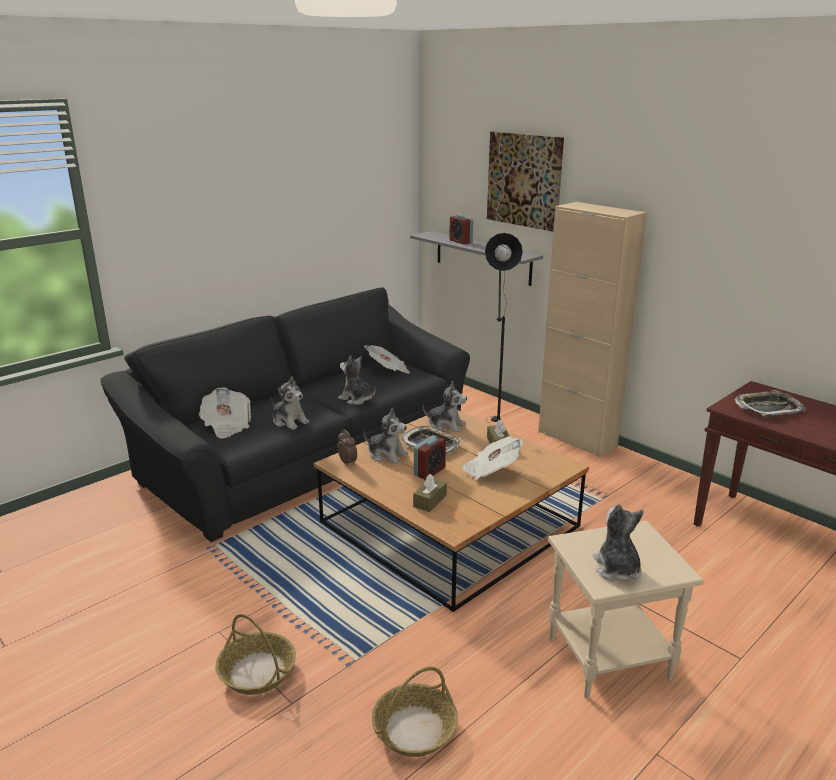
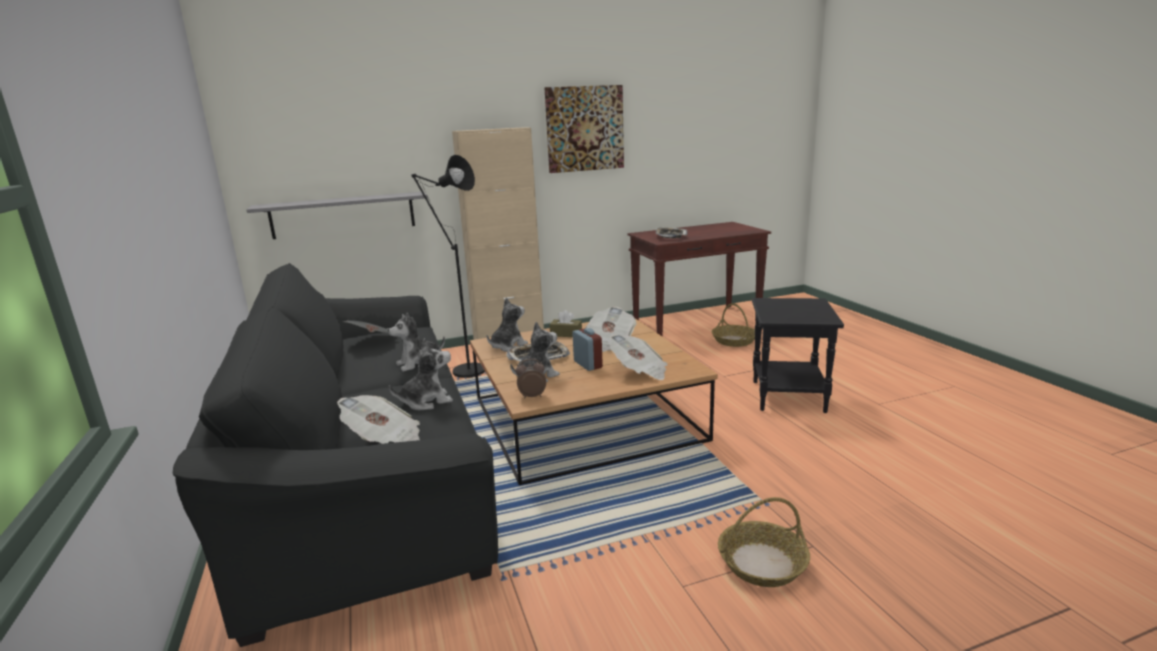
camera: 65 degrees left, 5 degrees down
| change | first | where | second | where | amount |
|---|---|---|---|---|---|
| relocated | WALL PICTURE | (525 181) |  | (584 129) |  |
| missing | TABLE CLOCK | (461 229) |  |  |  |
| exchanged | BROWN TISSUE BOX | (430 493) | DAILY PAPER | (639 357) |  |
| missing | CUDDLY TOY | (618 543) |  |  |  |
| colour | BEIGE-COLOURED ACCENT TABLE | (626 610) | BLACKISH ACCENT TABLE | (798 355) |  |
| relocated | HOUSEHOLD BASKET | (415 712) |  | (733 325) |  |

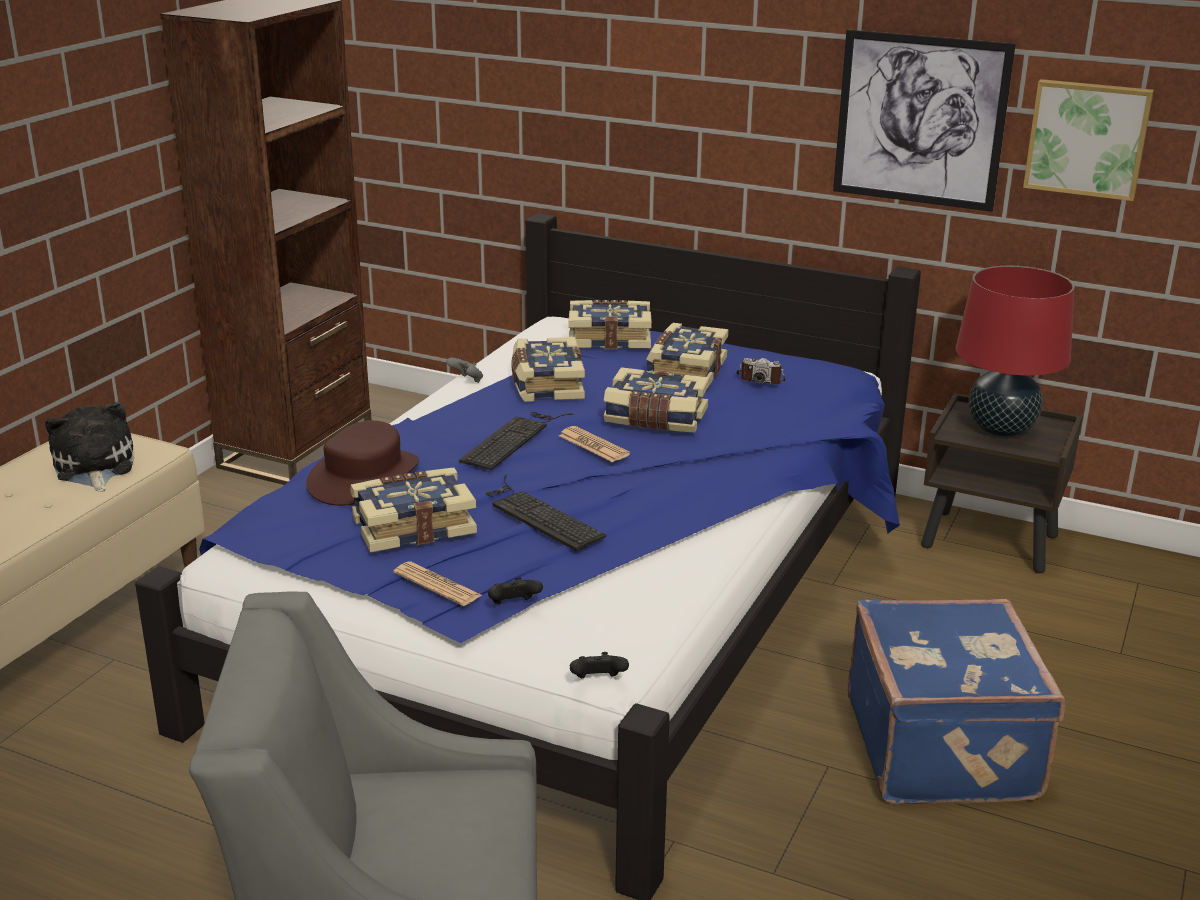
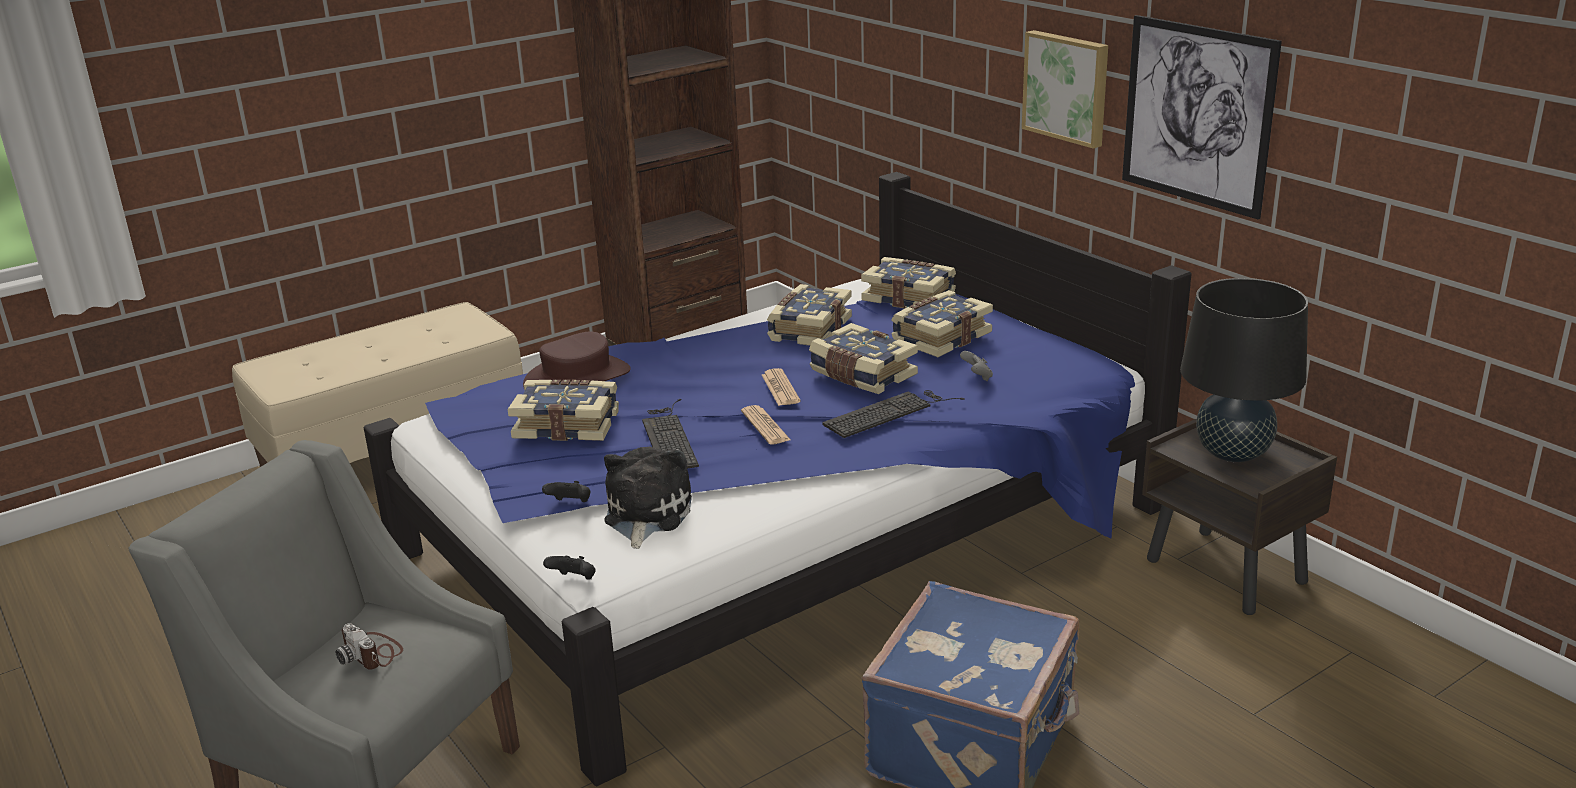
camera: 30 degrees right, 0 degrees up
| change | first | where | second | where | amount |
|---|---|---|---|---|---|
| relocated | WALL PICTURE | (1088 140) |  | (1065 89) |  |
| colour | RED-COLOURED TABLE LAMP | (1015 351) | BLACKISH TABLE LAMP | (1244 370) |  |
| relocated | GRAY GAMEPAD | (464 370) |  | (976 366) |  |
| relocated | PHOTO CAMERA | (760 371) |  | (369 646) |  |
| relocated | CUDDLY TOY | (89 446) |  | (648 498) |  |
| relocated | COMPUTER KEYBOARD | (516 441) |  | (893 414) |  |
| relocated | DAILY PAPER | (438 584) |  | (766 425) |  |

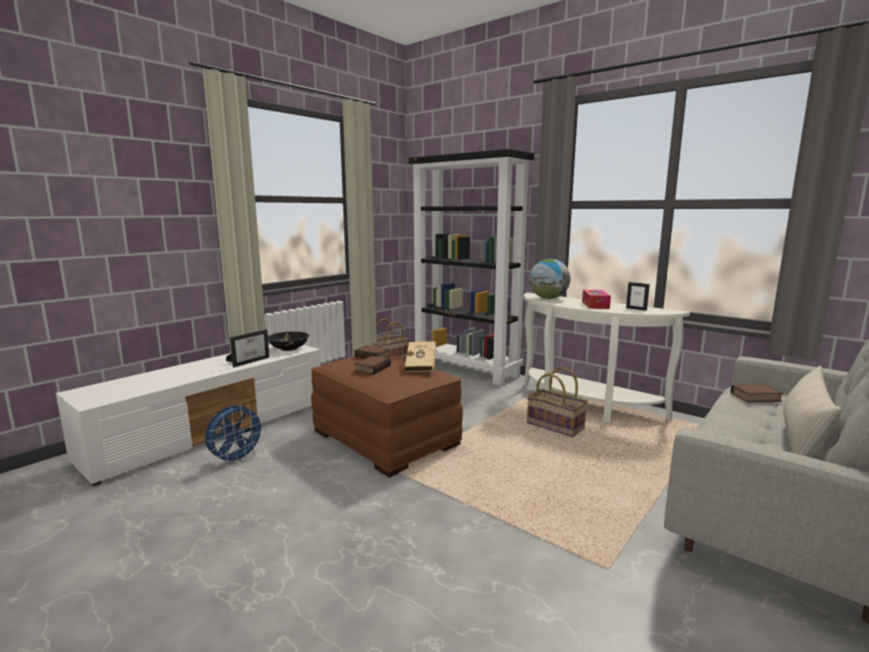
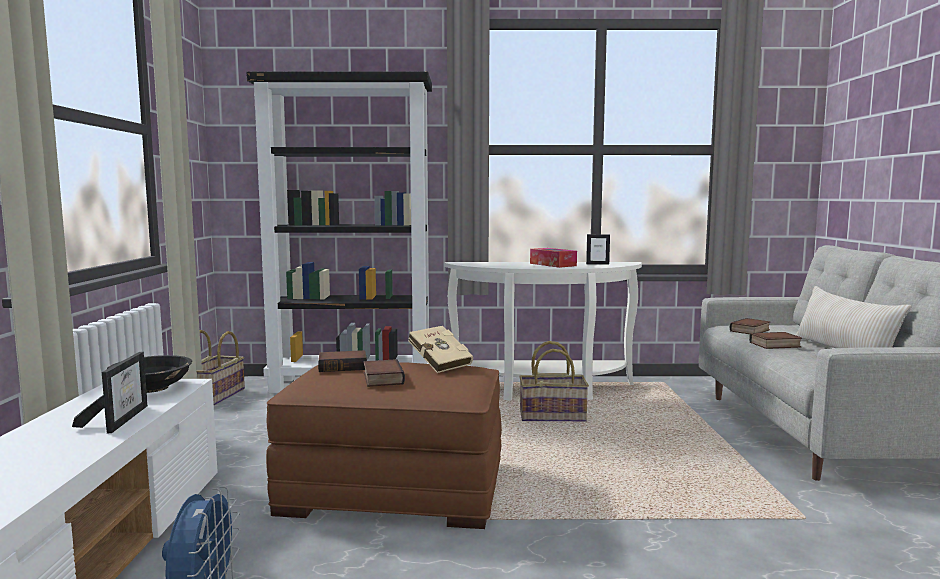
camera: 40 degrees left, 5 degrees down
| change | first | where | second | where | amount |
|---|---|---|---|---|---|
| missing | GLOBE | (550 279) |  |  |  |
| appeared |  |  | VOLUME | (775 340) |  |

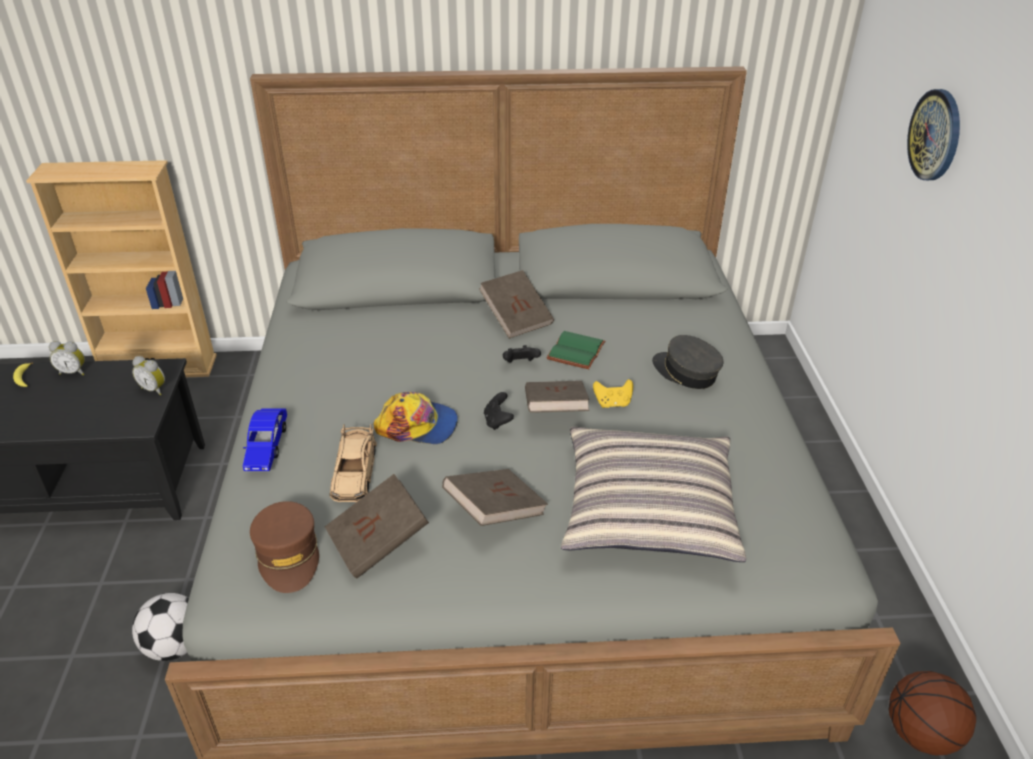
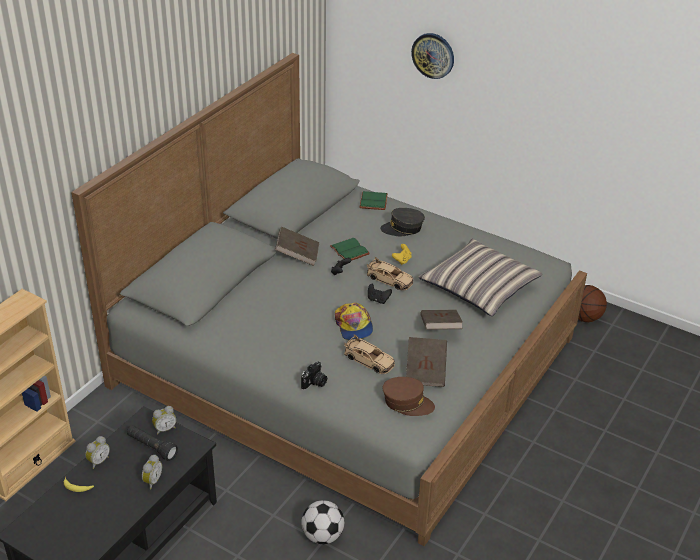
camera: 55 degrees left, 0 degrees up
| change | first | where | second | where | amount |
|---|---|---|---|---|---|
| exchanged | BROWN VOLUME | (557 397) | BEIGE-COLOURED MINIATURE CAR | (390 274) |  |
| spun | PEAKED CAP | (416 418) |  | (354 321) | 120 degrees clockwise |
| exchanged | BLUE MINIATURE CAR | (265 439) | PHOTO CAMERA | (314 375) |  |
| appeared |  |  | GREEN VOLUME | (373 200) |  |
| appeared |  |  | BLACKISH FLASHLIGHT | (152 443) |  |
| appeared |  |  | TABLE CLOCK | (152 472) |  |

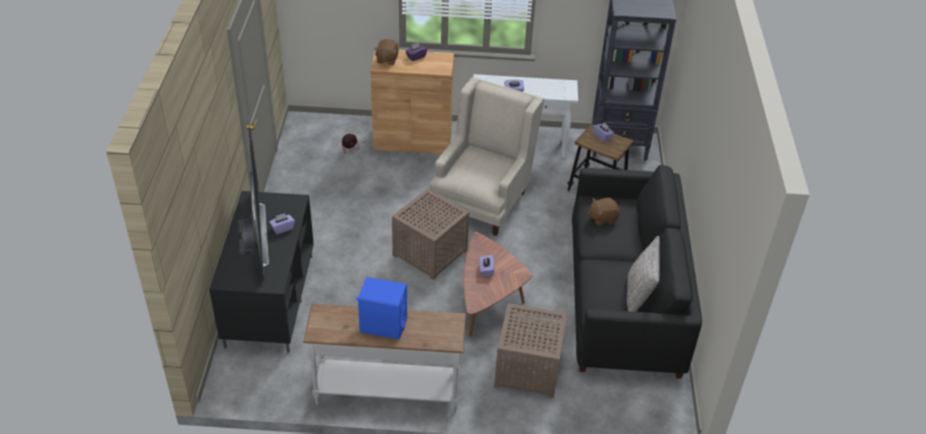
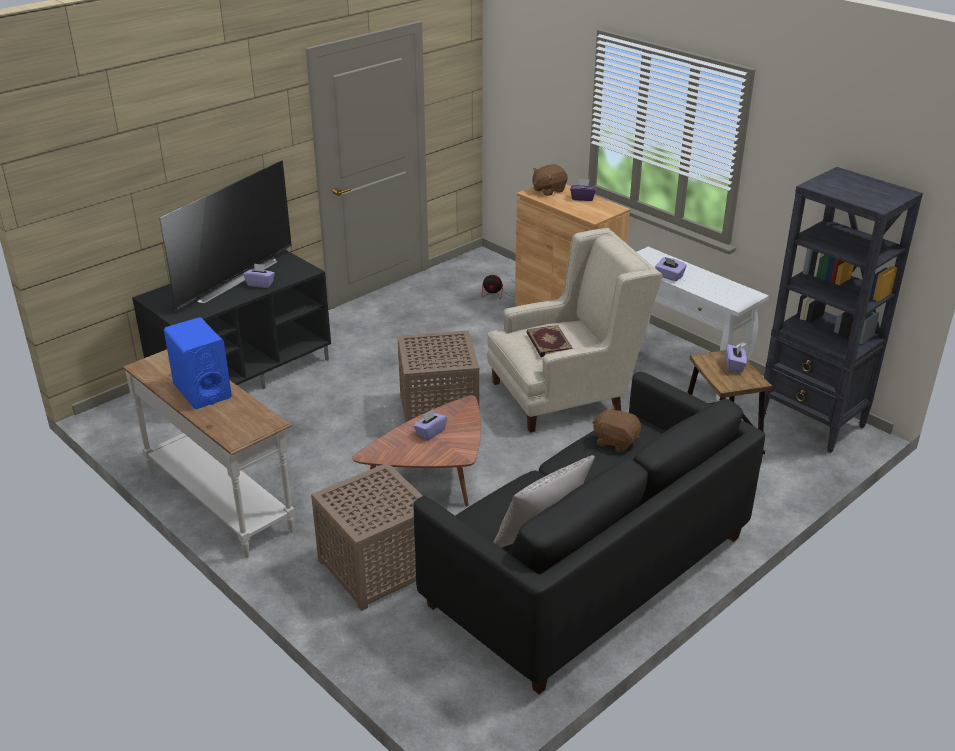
camera: 45 degrees right, 10 degrees down
| change | first | where | second | where | amount |
|---|---|---|---|---|---|
| appeared |  |  | VOLUME | (550 341) |  |

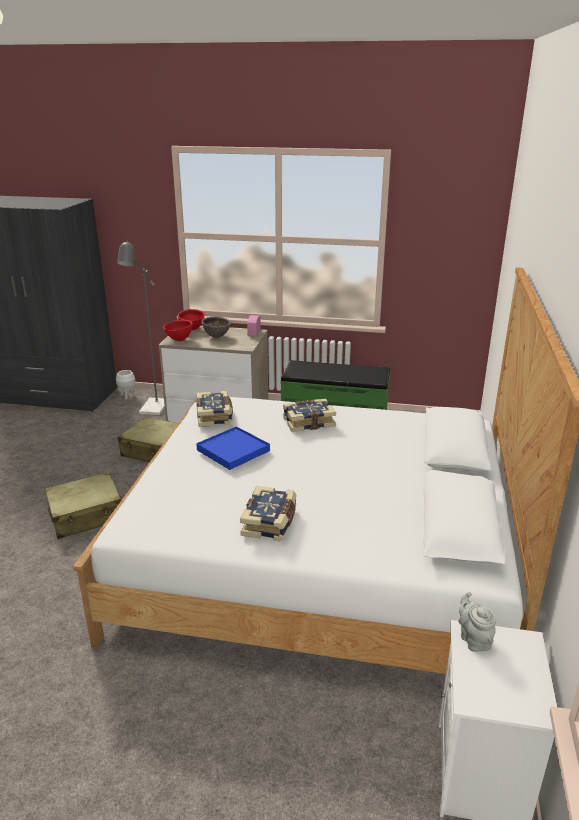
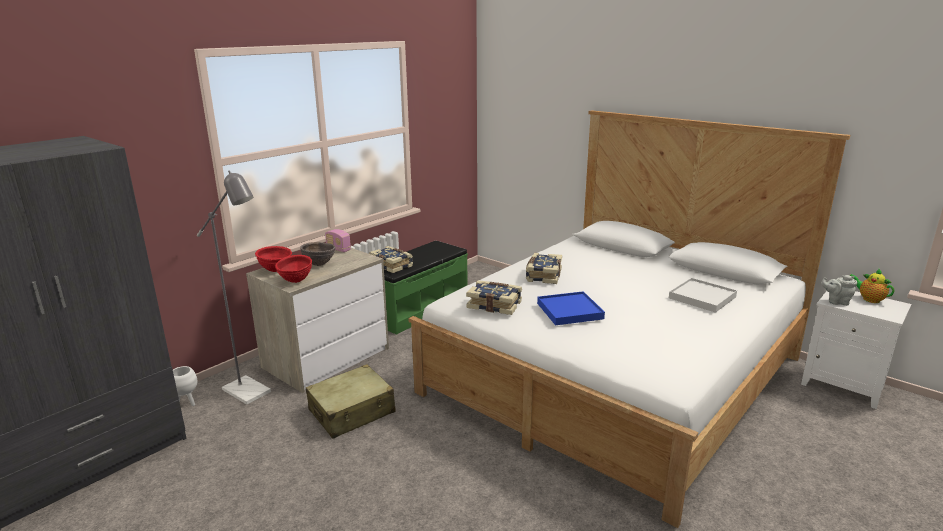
camera: 60 degrees left, 5 degrees down
| change | first | where | second | where | amount |
|---|---|---|---|---|---|
| missing | BEIGE-COLOURED TRAVEL CASE | (83 505) |  |  |  |
| relocated | VOLUME | (268 514) |  | (391 259) |  |
| appeared |  |  | POT FOR TEA | (872 286) |  |
| appeared |  |  | WHITE-COLOURED TRAY | (703 295) |  |

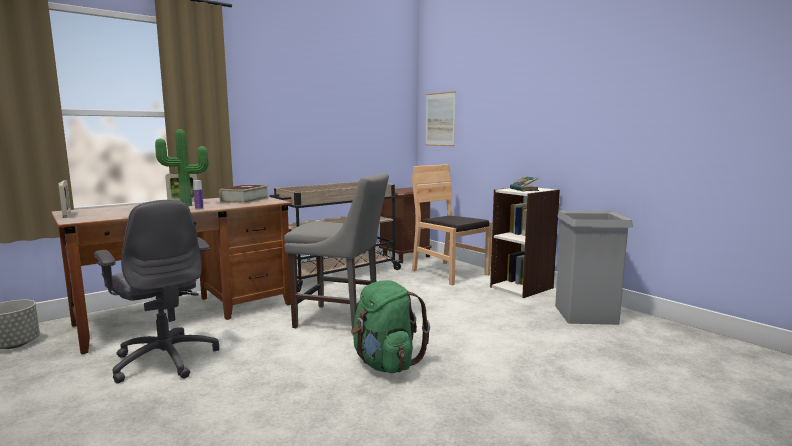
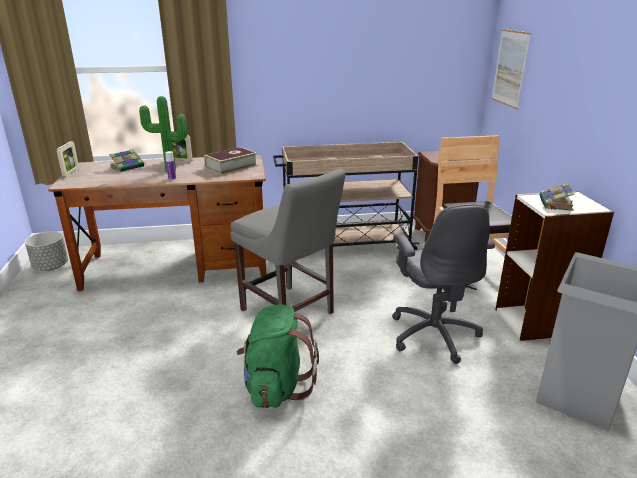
camera: 30 degrees right, 15 degrees up
| change | first | where | second | where | amount |
|---|---|---|---|---|---|
| relocated | GRAY OFFICE CHAIR | (156 292) |  | (443 284) |  |
| appeared |  |  | VOLUME | (127 160) |  |

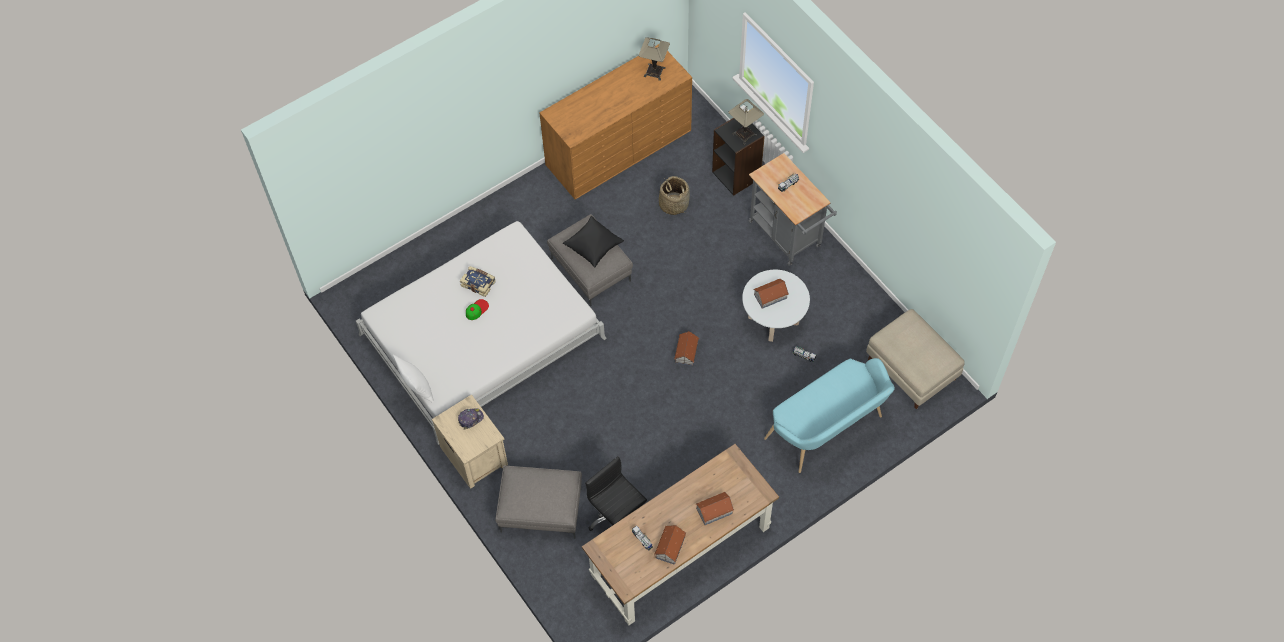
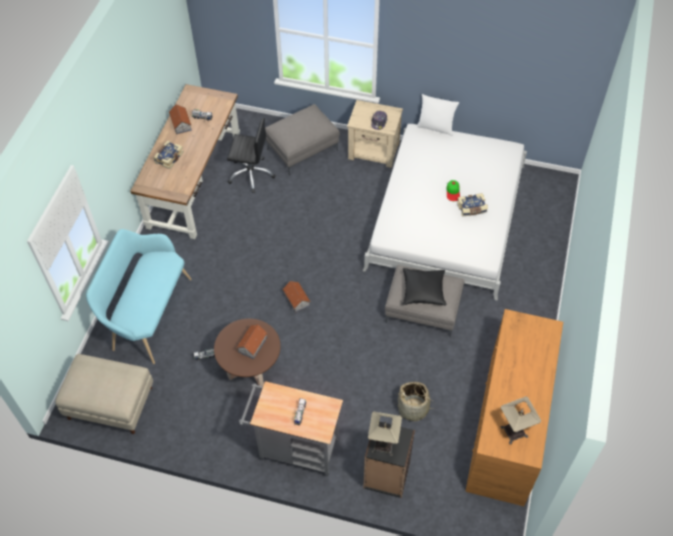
camera: 140 degrees right, 5 degrees down
| change | first | where | second | where | amount |
|---|---|---|---|---|---|
| colour | WHITE-COLOURED LOW TABLE | (776 306) | BROWN LOW TABLE | (247 352) |  |
| exchanged | TOY HOUSE | (715 508) | VOLUME | (168 155) |  |

